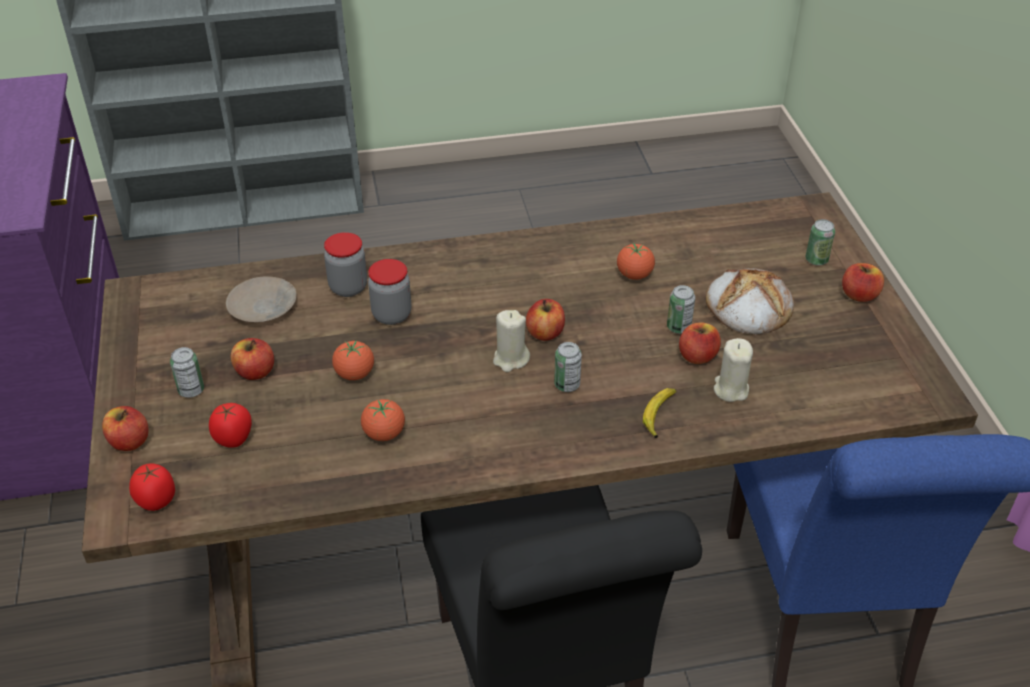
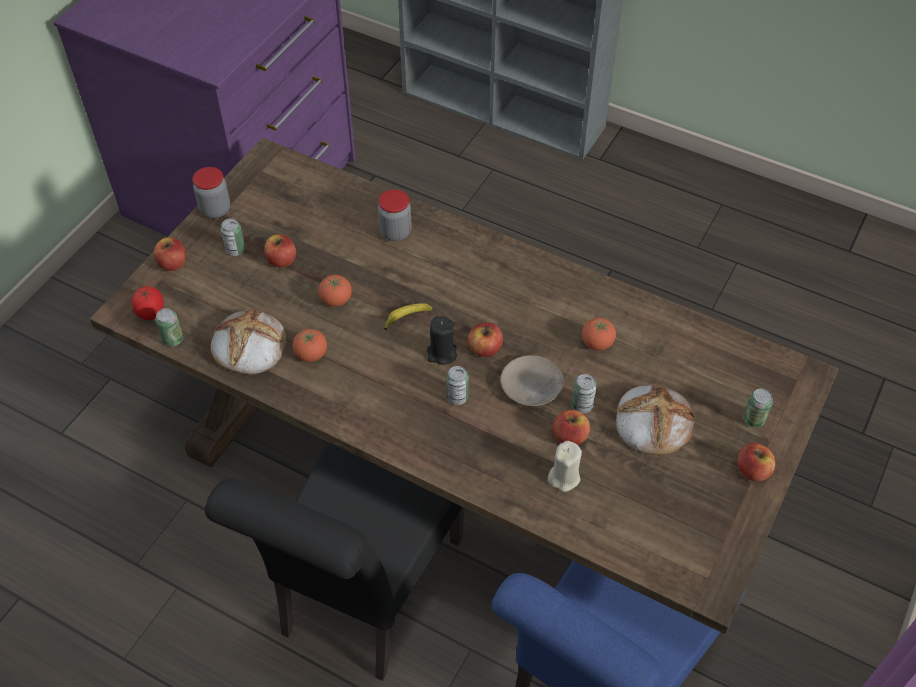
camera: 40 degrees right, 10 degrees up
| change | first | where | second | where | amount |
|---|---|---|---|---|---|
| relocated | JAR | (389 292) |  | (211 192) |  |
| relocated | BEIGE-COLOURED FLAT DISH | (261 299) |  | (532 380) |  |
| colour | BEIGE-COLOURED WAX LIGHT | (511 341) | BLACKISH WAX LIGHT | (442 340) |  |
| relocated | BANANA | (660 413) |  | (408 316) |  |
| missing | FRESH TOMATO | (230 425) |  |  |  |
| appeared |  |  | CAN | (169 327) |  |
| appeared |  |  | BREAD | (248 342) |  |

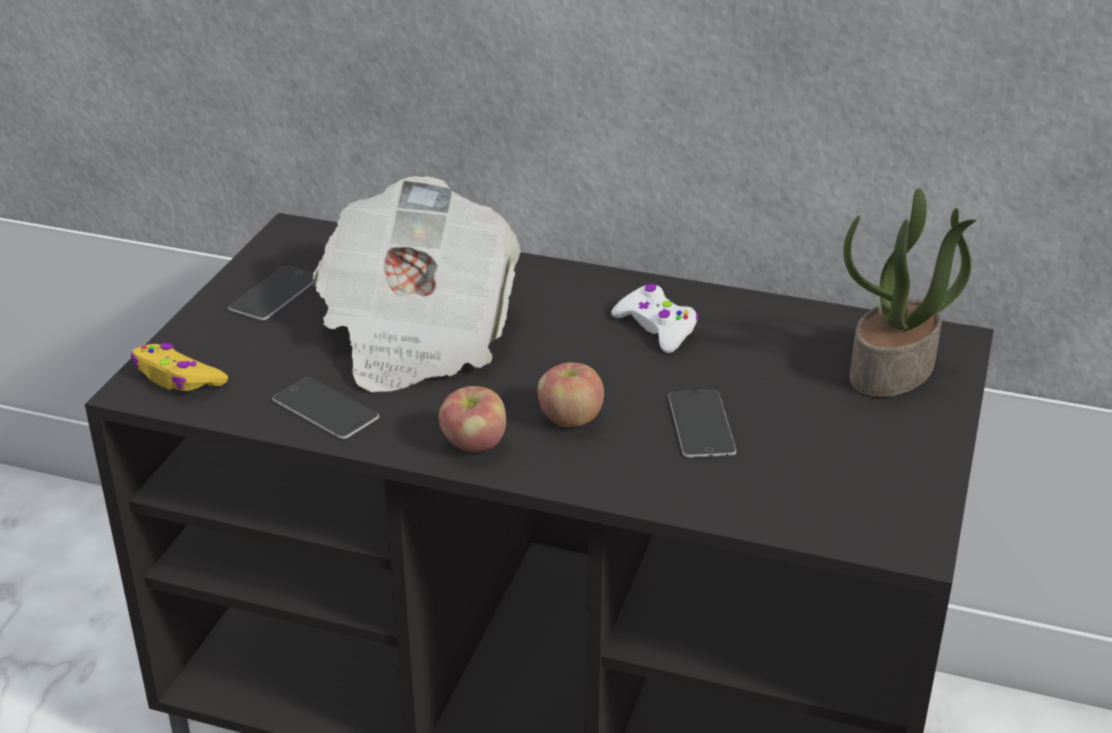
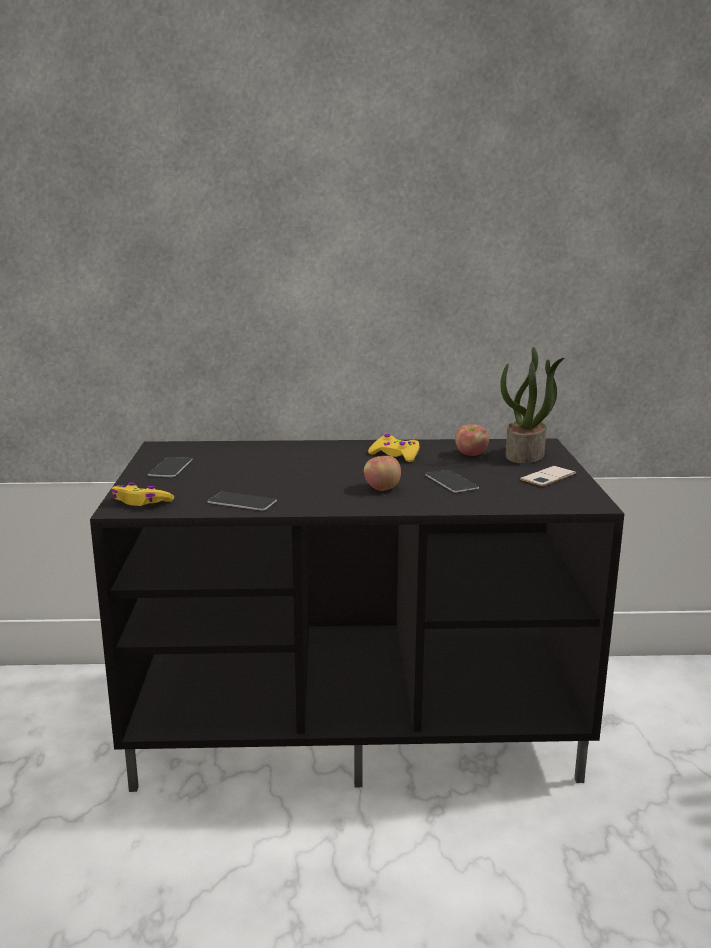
camera: 20 degrees left, 15 degrees down
| change | first | where | second | where | amount |
|---|---|---|---|---|---|
| missing | DAILY PAPER | (417 284) |  |  |  |
| colour | WHITE-COLOURED GAMEPAD | (655 318) | YELLOW-COLOURED GAMEPAD | (394 448) |  |
| relocated | WHOLE APPLE | (472 419) |  | (472 440) |  |
| appeared |  |  | HANDSET | (548 476) |  |

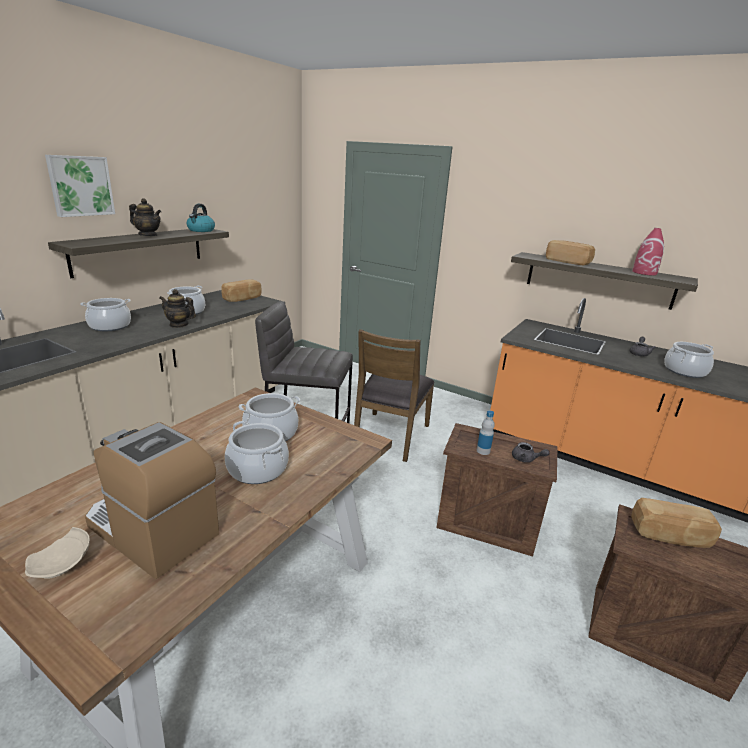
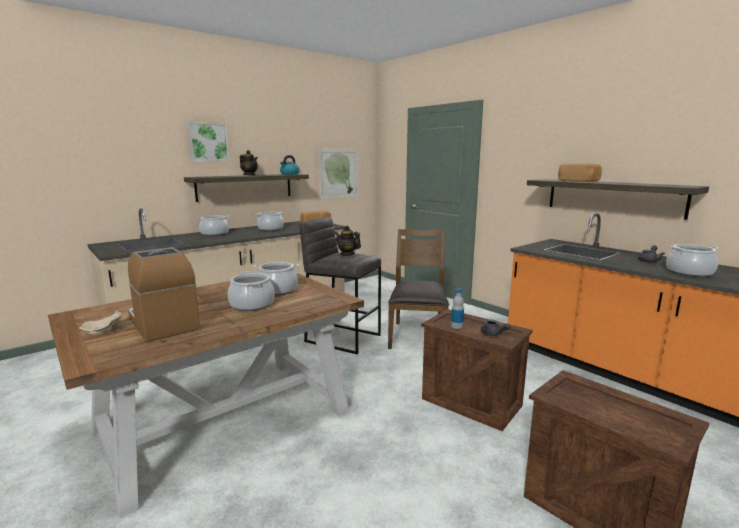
camera: 20 degrees right, 10 degrees down
| change | first | where | second | where | amount |
|---|---|---|---|---|---|
| missing | RED-COLOURED FLOWER VASE | (648 251) |  |  |  |
| relocated | POT FOR TEA | (177 308) |  | (348 241) |  |
| spun | BROWN CHAIR | (394 395) |  | (418 289) | 150 degrees clockwise |
| missing | BREAD | (676 523) |  |  |  |
| appeared |  |  | WALL PICTURE | (338 174) |  |

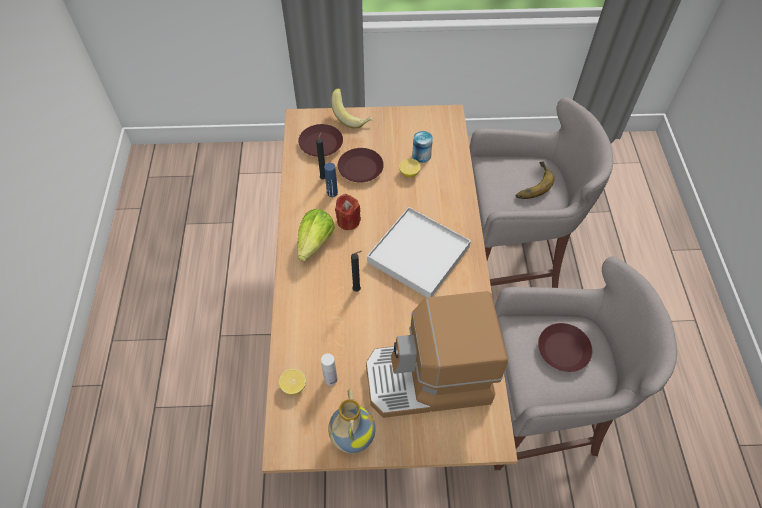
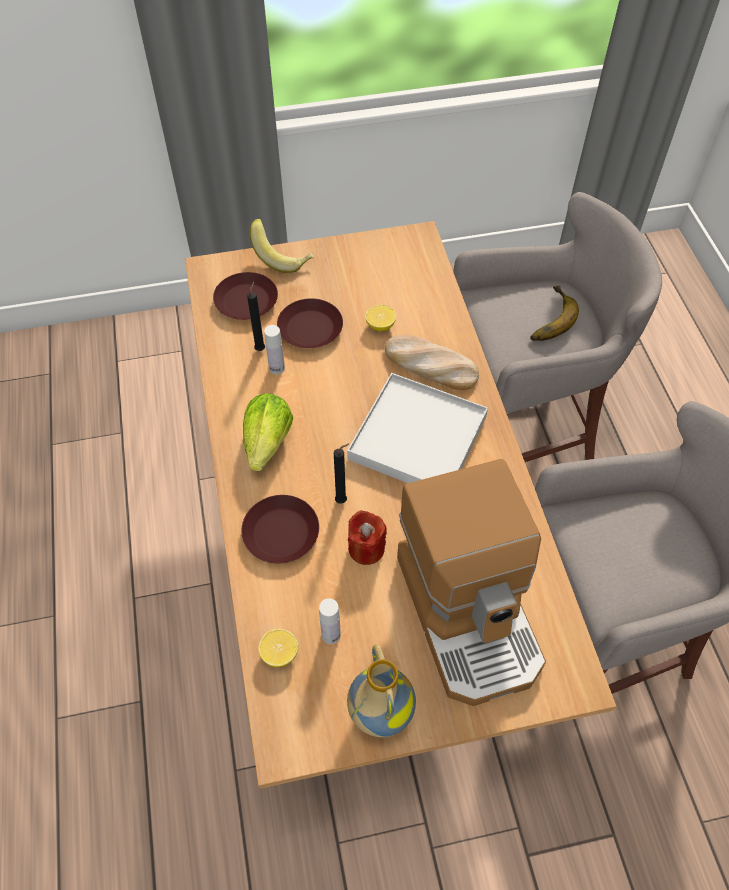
camera: 10 degrees left, 0 degrees up
| change | first | where | second | where | amount |
|---|---|---|---|---|---|
| missing | CAN | (422 147) |  |  |  |
| colour | BLUE DRINK BOTTLE | (331 180) | WHITE-COLOURED DRINK BOTTLE | (274 349) |  |
| relocated | RED-COLOURED WAX LIGHT | (348 212) |  | (367 537) |  |
| spun | COFFEE MACHINE | (437 354) |  | (471 582) | 90 degrees counterclockwise |
| relocated | BROWN FLAT DISH | (565 347) |  | (280 529) |  |
| appeared |  |  | BREAD | (432 362) |  |

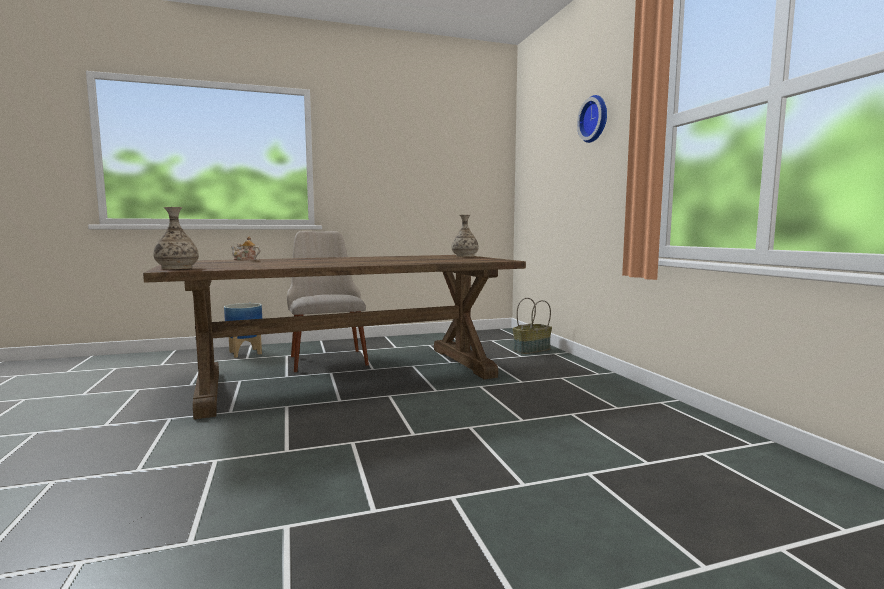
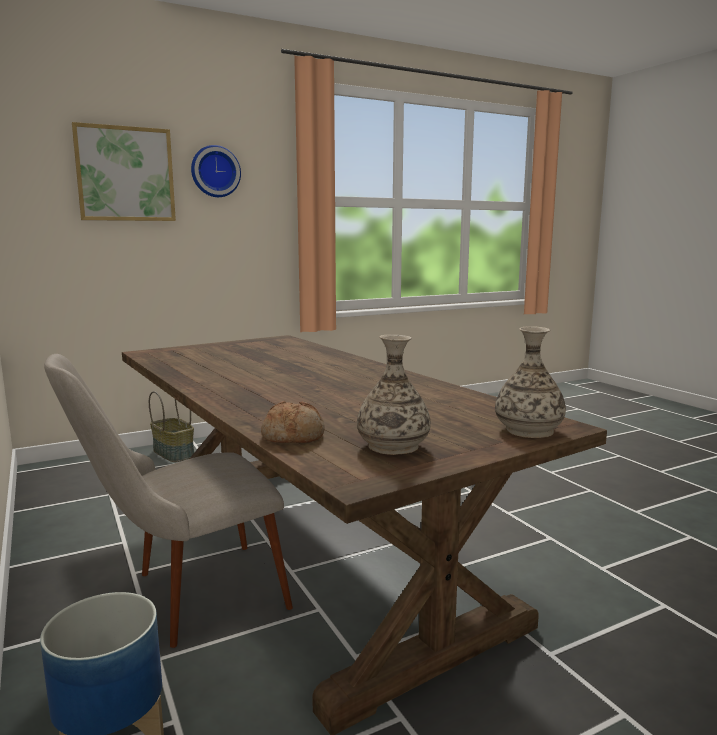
camera: 100 degrees left, 5 degrees up
| change | first | where | second | where | amount |
|---|---|---|---|---|---|
| relocated | FLOWER VASE | (465 236) |  | (394 395) |  |
| exchanged | POT FOR TEA | (245 248) | BREAD | (293 422) |  |
| appeared |  |  | WALL PICTURE | (124 171) |  |

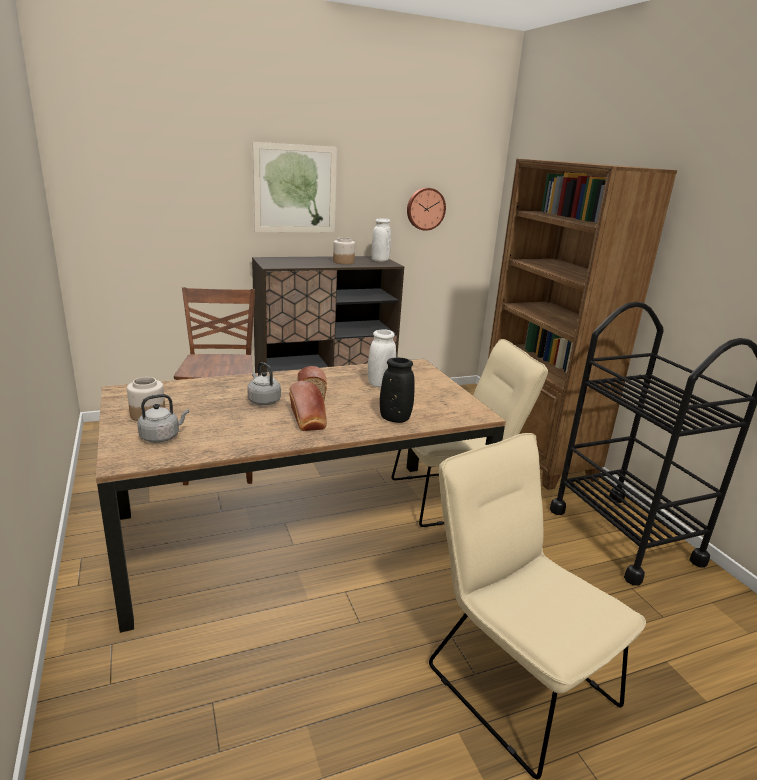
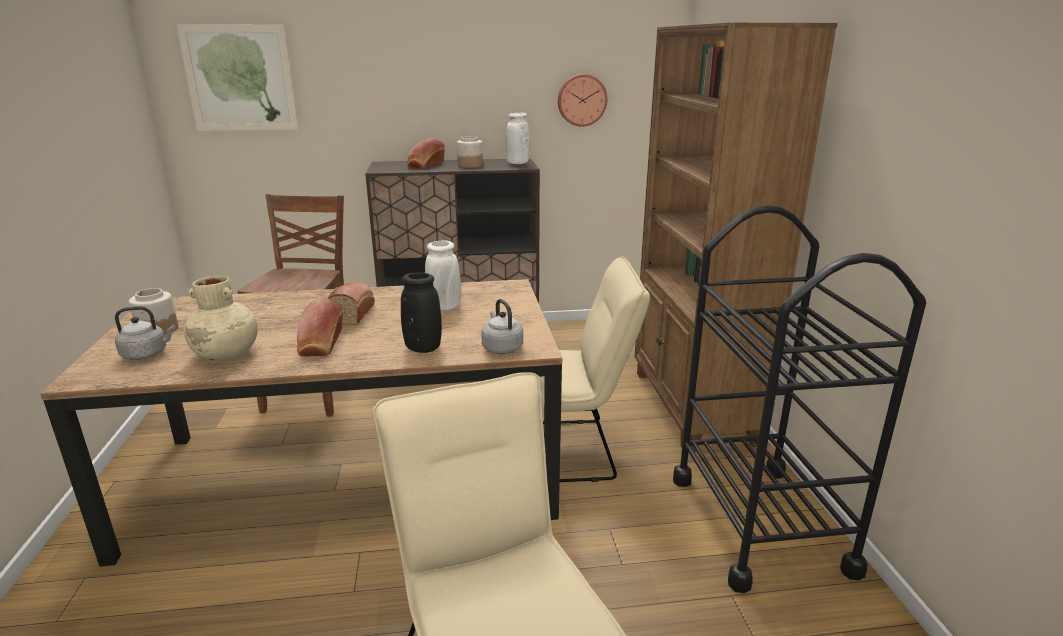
camera: 15 degrees right, 0 degrees up
| change | first | where | second | where | amount |
|---|---|---|---|---|---|
| relocated | WALL PICTURE | (295 187) |  | (237 77) |  |
| relocated | GRAY WATER KETTLE | (264 383) |  | (502 326) |  |
| appeared |  |  | BREAD | (426 153) |  |
| appeared |  |  | BEIGE-COLOURED FLOWER VASE | (221 318) |  |

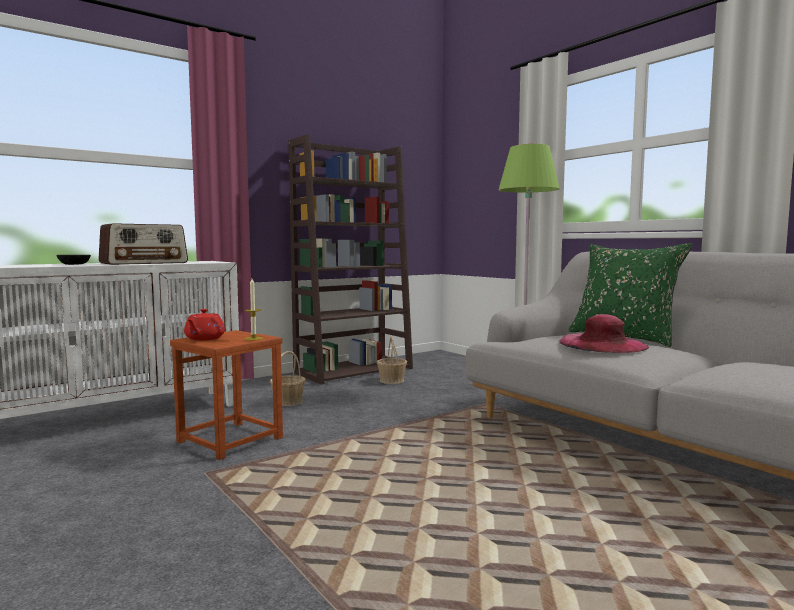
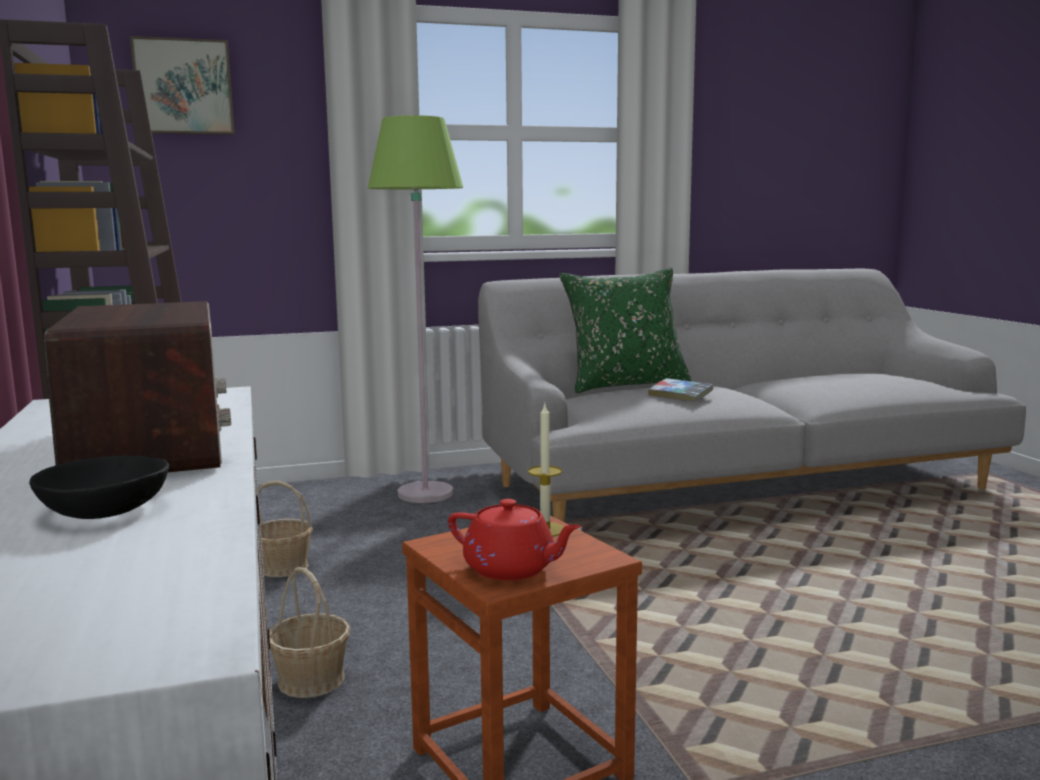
camera: 70 degrees left, 5 degrees up
| change | first | where | second | where | amount |
|---|---|---|---|---|---|
| exchanged | PINK CLOTHING HAT | (604 333) | VOLUME | (680 390) |  |
| appeared |  |  | WALL PICTURE | (182 85) |  |

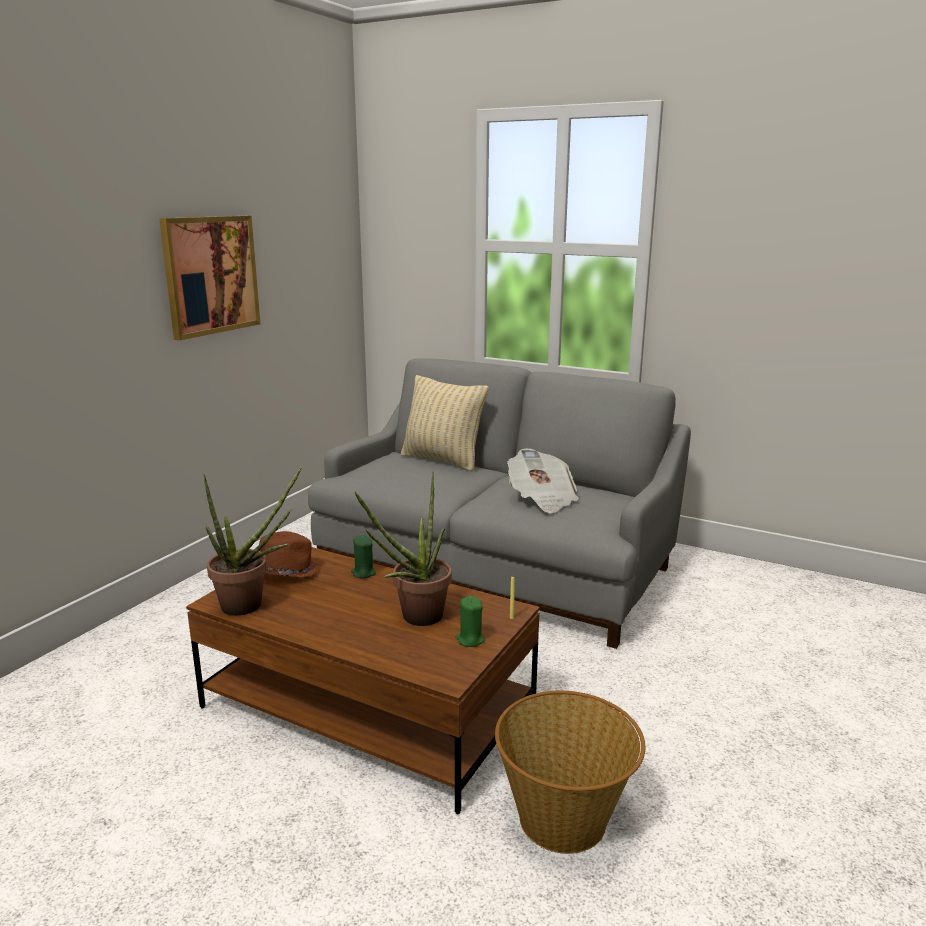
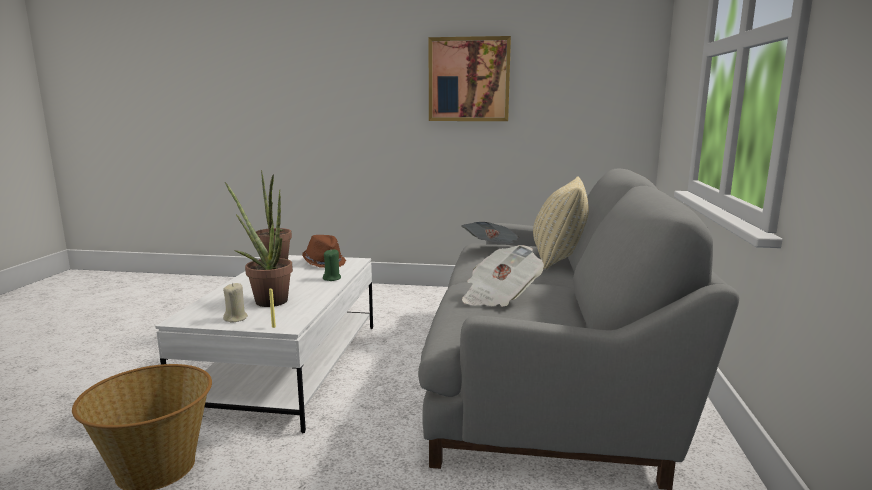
camera: 70 degrees right, 5 degrees down
| change | first | where | second | where | amount |
|---|---|---|---|---|---|
| colour | BROWN LOW TABLE | (363 680) | WHITE-COLOURED LOW TABLE | (264 344) |  |
| colour | GREEN WAX LIGHT | (470 621) | BEIGE-COLOURED WAX LIGHT | (235 303) |  |
| appeared |  |  | DAILY PAPER | (490 233) |  |

